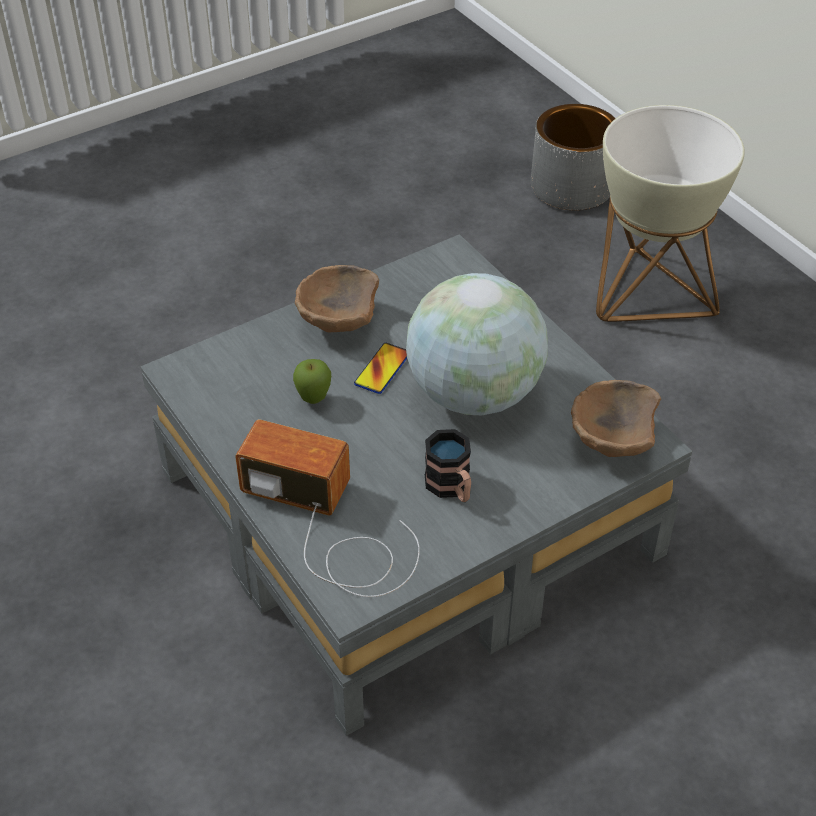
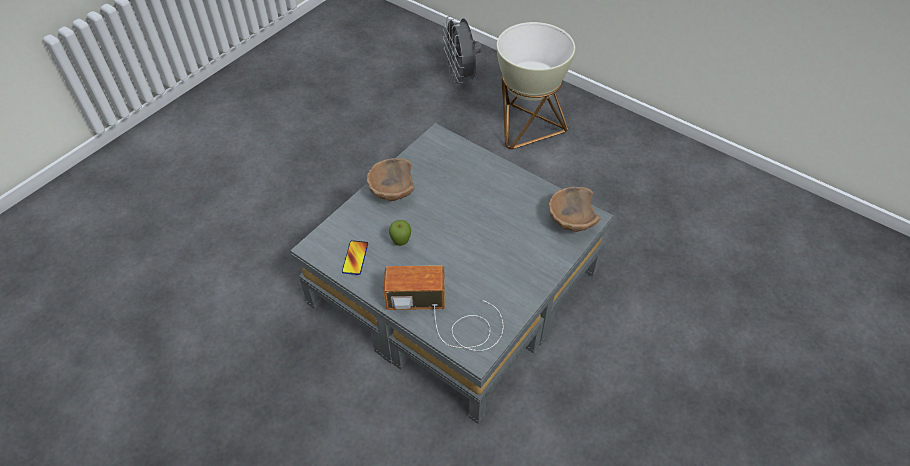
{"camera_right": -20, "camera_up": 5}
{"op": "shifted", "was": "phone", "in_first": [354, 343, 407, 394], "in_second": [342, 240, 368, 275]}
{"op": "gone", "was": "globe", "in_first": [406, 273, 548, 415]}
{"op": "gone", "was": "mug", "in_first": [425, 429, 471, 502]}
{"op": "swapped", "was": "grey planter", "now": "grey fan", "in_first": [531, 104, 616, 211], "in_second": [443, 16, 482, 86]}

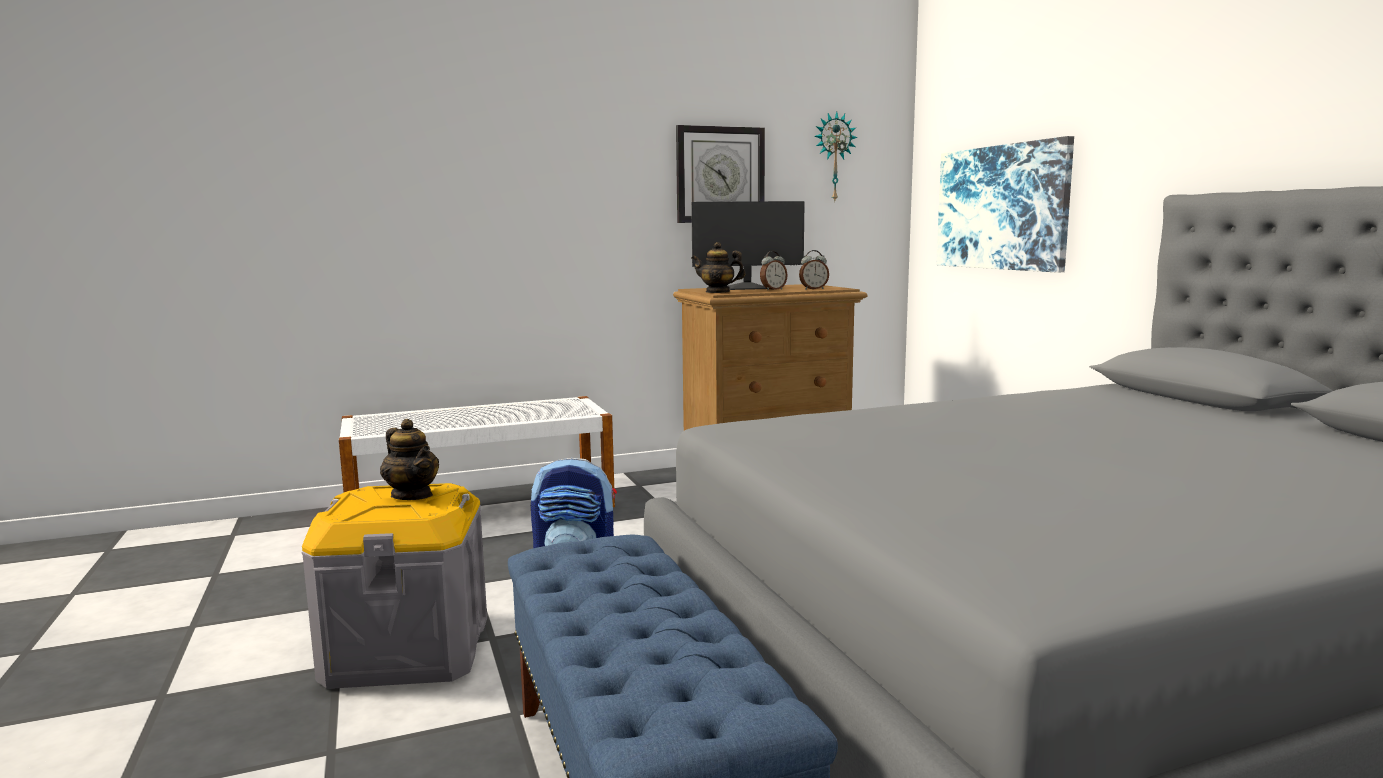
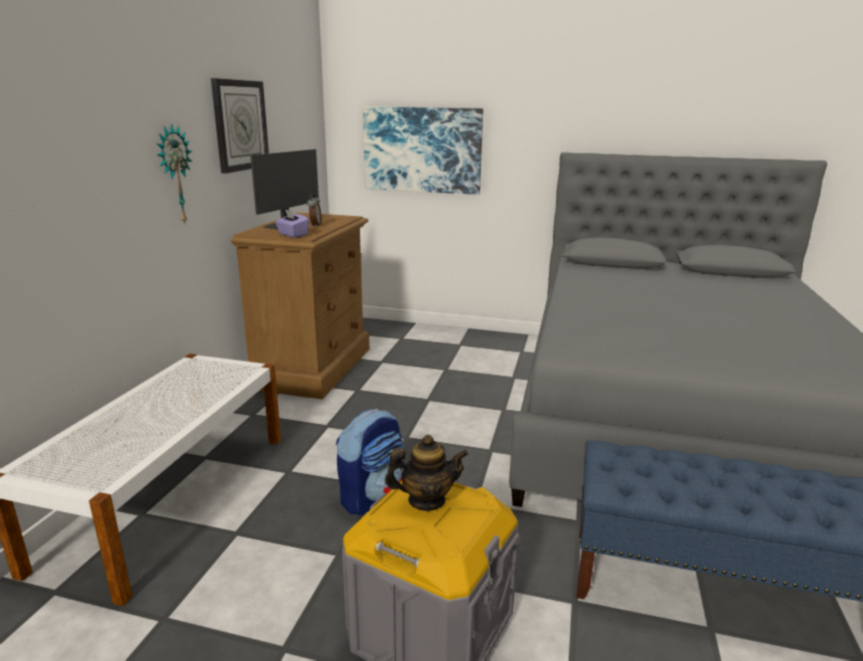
{"camera_right": -55, "camera_up": 10}
{"op": "swapped", "was": "teapot", "now": "purple tissue box", "in_first": [692, 242, 745, 293], "in_second": [275, 209, 309, 238]}
{"op": "gone", "was": "alarm clock", "in_first": [799, 250, 829, 289]}
{"op": "shifted", "was": "wall clock", "in_first": [815, 112, 857, 203], "in_second": [156, 124, 192, 224]}

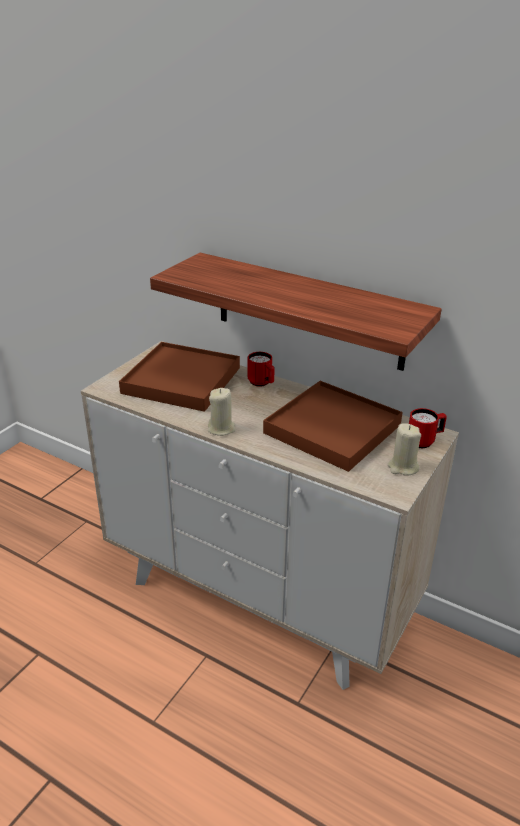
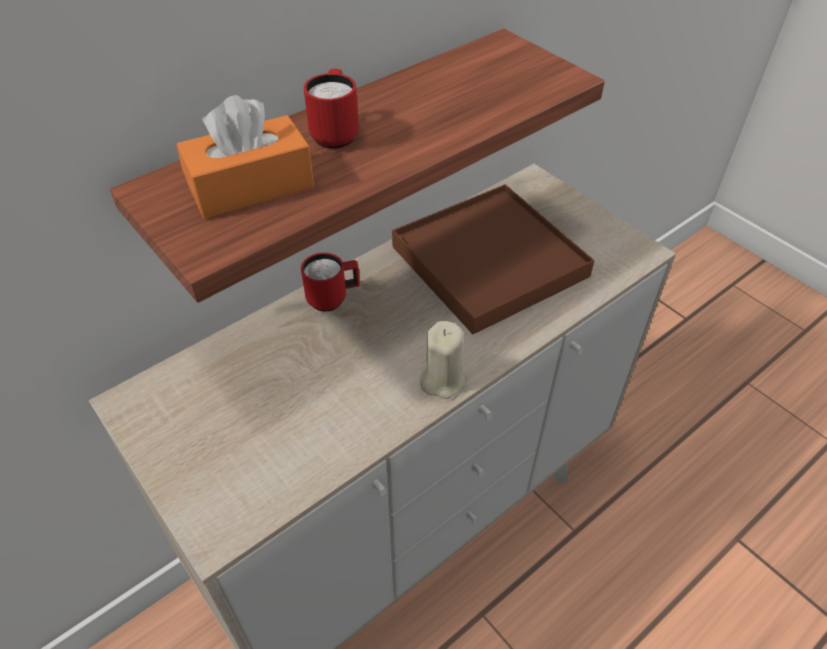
{"camera_right": -70, "camera_up": 15}
{"op": "gone", "was": "brown tray", "in_first": [119, 342, 240, 412]}
{"op": "gone", "was": "beige candle", "in_first": [388, 423, 421, 476]}
{"op": "shifted", "was": "red mug", "in_first": [409, 408, 447, 448], "in_second": [304, 69, 359, 149]}
{"op": "new", "now": "orange tissue box", "in_second": [176, 95, 314, 219]}

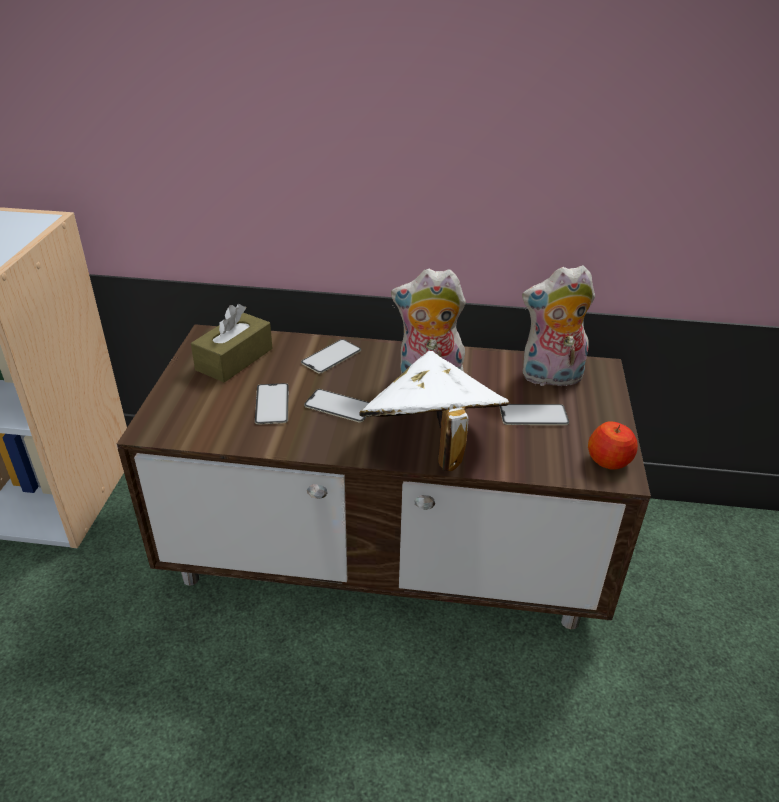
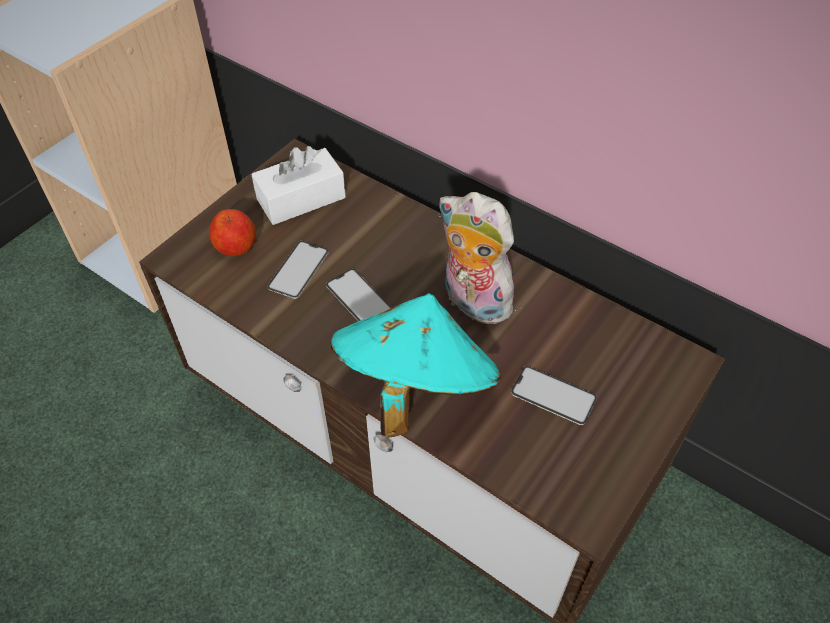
{"camera_right": 30, "camera_up": 15}
{"op": "repainted", "was": "brown tissue box", "now": "white tissue box", "in_first": [191, 304, 273, 383], "in_second": [251, 146, 346, 225]}
{"op": "gone", "was": "phone", "in_first": [301, 339, 361, 374]}
{"op": "repainted", "was": "white hat", "now": "turquoise hat", "in_first": [359, 351, 509, 471], "in_second": [331, 293, 501, 437]}
{"op": "gone", "was": "plush toy", "in_first": [522, 265, 595, 386]}
{"op": "shifted", "was": "apple", "in_first": [588, 421, 638, 470], "in_second": [209, 209, 256, 256]}

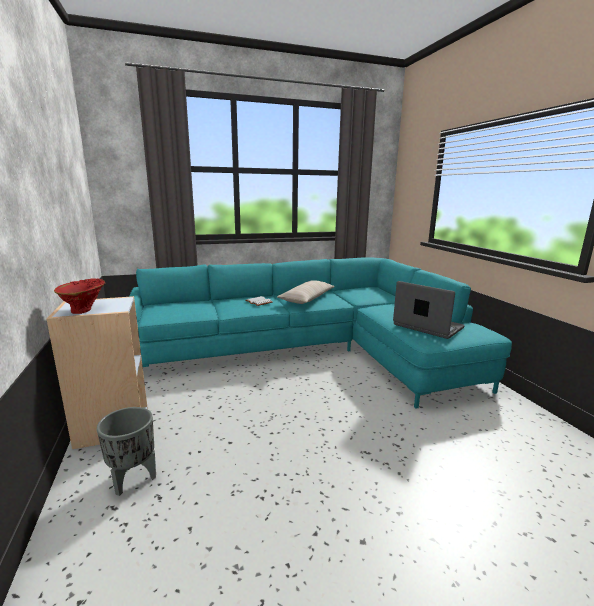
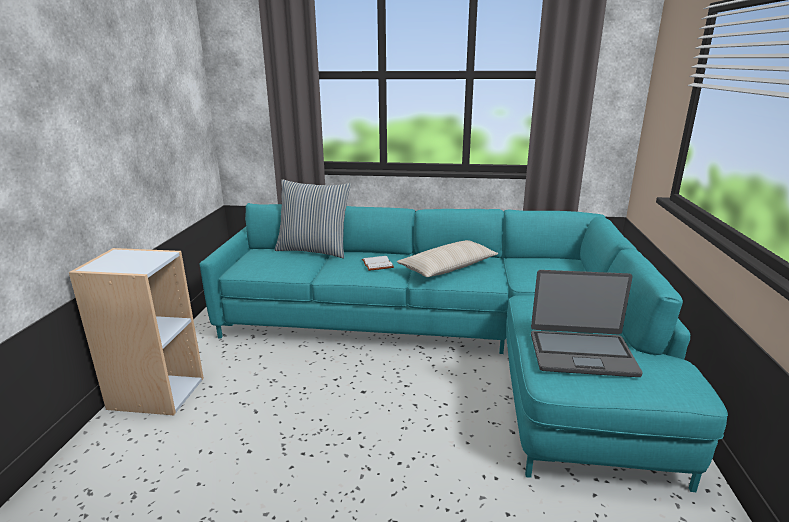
{"camera_right": 25, "camera_up": 5}
{"op": "gone", "was": "red vase", "in_first": [54, 278, 105, 314]}
{"op": "gone", "was": "grey planter", "in_first": [97, 407, 156, 496]}
{"op": "rotated", "was": "laptop", "in_first": [393, 281, 465, 339], "in_second": [531, 270, 643, 377], "clockwise": 120}
{"op": "new", "now": "pillow", "in_second": [275, 179, 351, 258]}

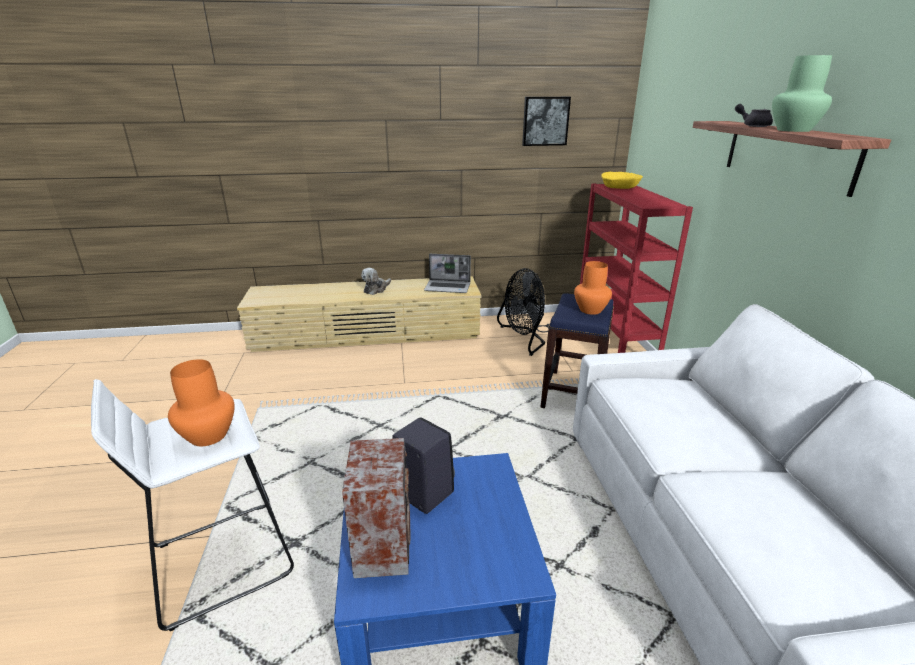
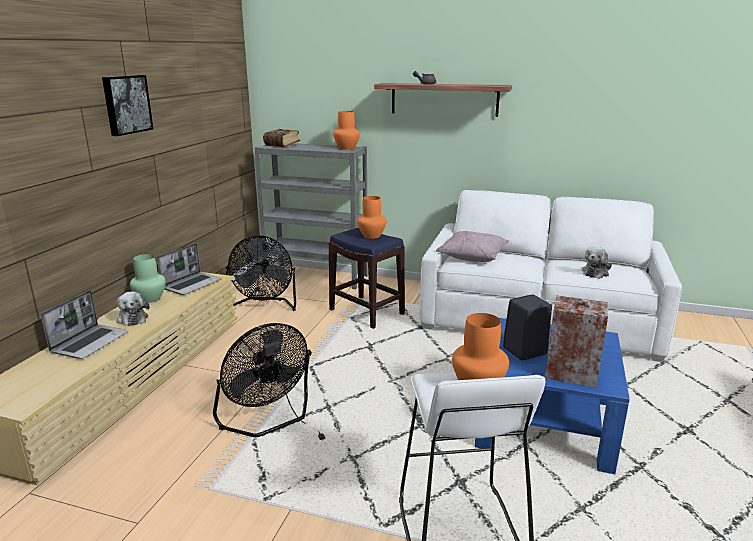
{"camera_right": -65, "camera_up": -5}
{"op": "shifted", "was": "picture", "in_first": [522, 97, 571, 146], "in_second": [102, 75, 153, 136]}
{"op": "repainted", "was": "red bookcase", "now": "grey bookcase", "in_first": [580, 184, 693, 353], "in_second": [255, 143, 368, 289]}
{"op": "swapped", "was": "yellow bowl", "now": "book", "in_first": [601, 172, 643, 189], "in_second": [263, 129, 300, 147]}
{"op": "shifted", "was": "green vase", "in_first": [772, 55, 832, 132], "in_second": [130, 254, 166, 303]}
{"op": "new", "now": "laptop", "in_second": [41, 290, 128, 359]}
{"op": "new", "now": "black fan", "in_second": [213, 323, 325, 441]}
{"op": "new", "now": "orange vase", "in_second": [333, 111, 360, 149]}
{"op": "new", "now": "purple pillow", "in_second": [436, 231, 509, 262]}
{"op": "new", "now": "plush toy", "in_second": [582, 247, 612, 279]}

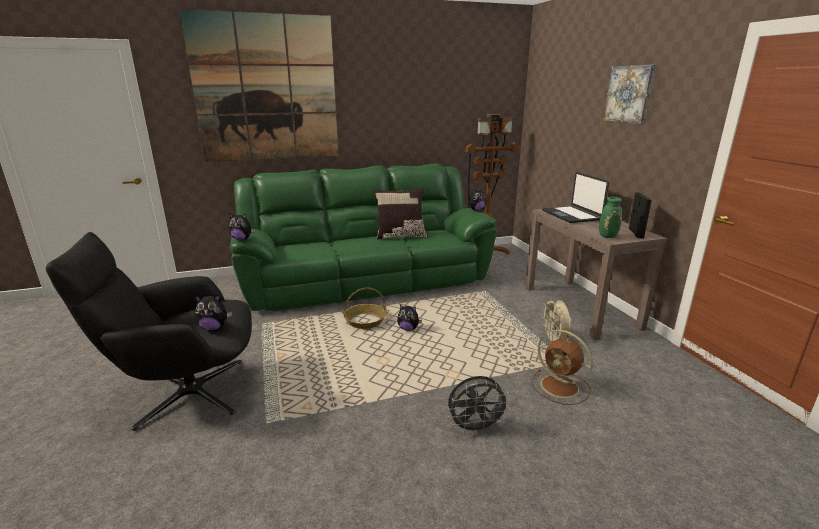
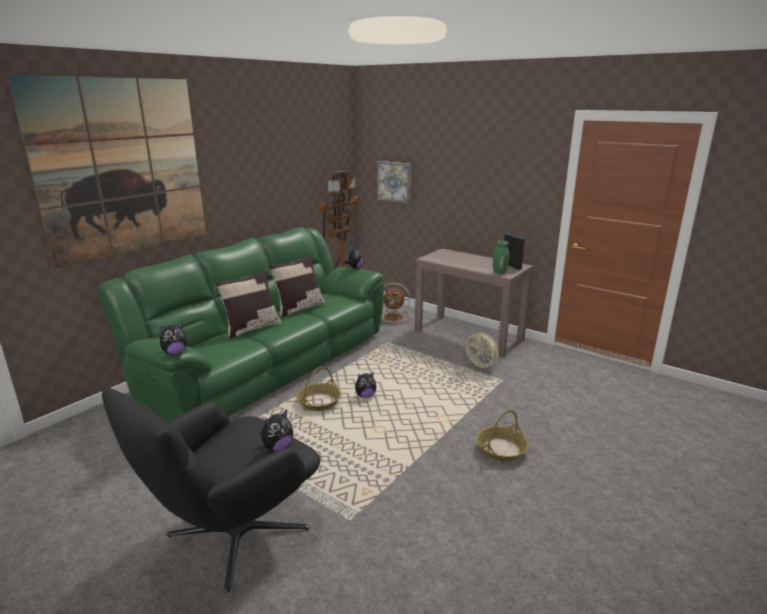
{"camera_right": -35, "camera_up": 0}
{"op": "swapped", "was": "grey fan", "now": "basket", "in_first": [448, 376, 511, 435], "in_second": [476, 410, 529, 462]}
{"op": "shifted", "was": "brown fan", "in_first": [532, 330, 593, 405], "in_second": [381, 283, 410, 324]}
{"op": "gone", "was": "laptop", "in_first": [542, 172, 609, 223]}
{"op": "shifted", "was": "picture", "in_first": [604, 65, 656, 124], "in_second": [377, 161, 411, 204]}
{"op": "new", "now": "pillow", "in_second": [215, 270, 281, 339]}

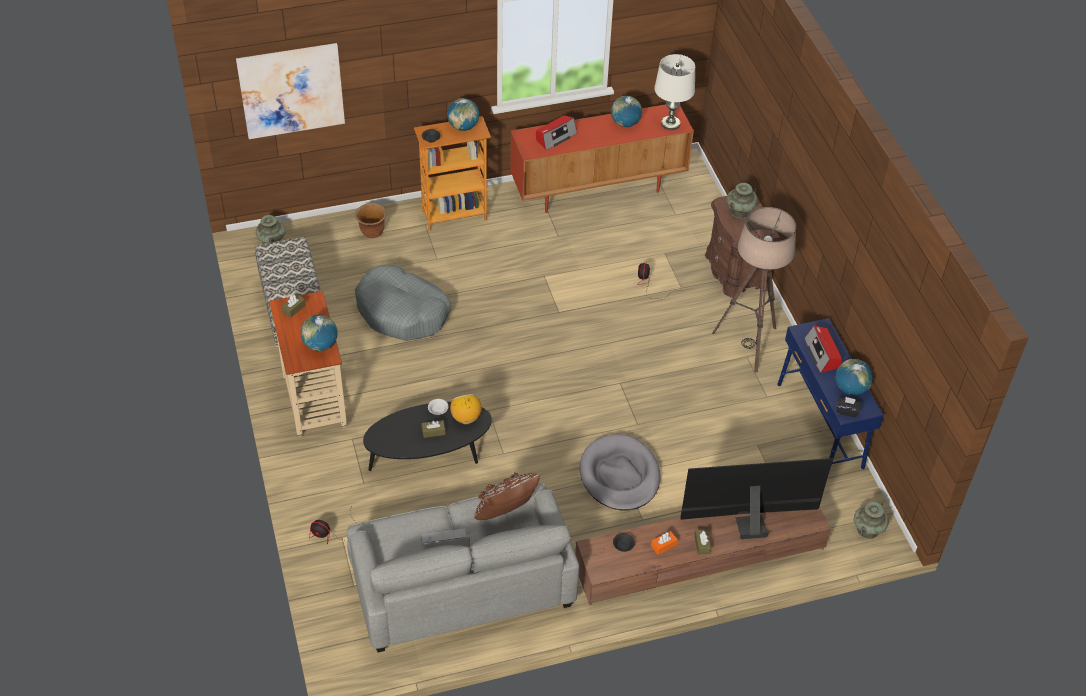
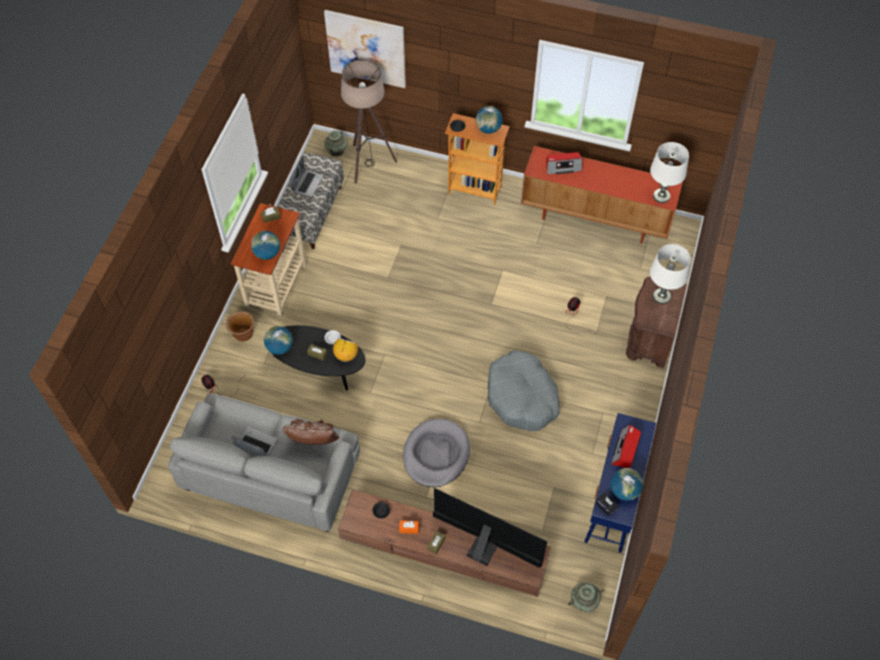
{"camera_right": 35, "camera_up": 10}
{"op": "shifted", "was": "brown planter", "in_first": [355, 203, 387, 238], "in_second": [226, 311, 254, 342]}
{"op": "shifted", "was": "grey dog bed", "in_first": [355, 265, 451, 341], "in_second": [488, 350, 560, 431]}
{"op": "shifted", "was": "globe", "in_first": [611, 96, 642, 127], "in_second": [264, 326, 293, 355]}
{"op": "shifted", "was": "floor lamp", "in_first": [712, 207, 796, 372], "in_second": [341, 59, 397, 183]}
{"op": "swapped", "was": "turquoise vase", "now": "white table lamp", "in_first": [727, 183, 758, 218], "in_second": [650, 244, 691, 304]}
{"op": "new", "now": "laptop", "in_second": [290, 156, 324, 197]}

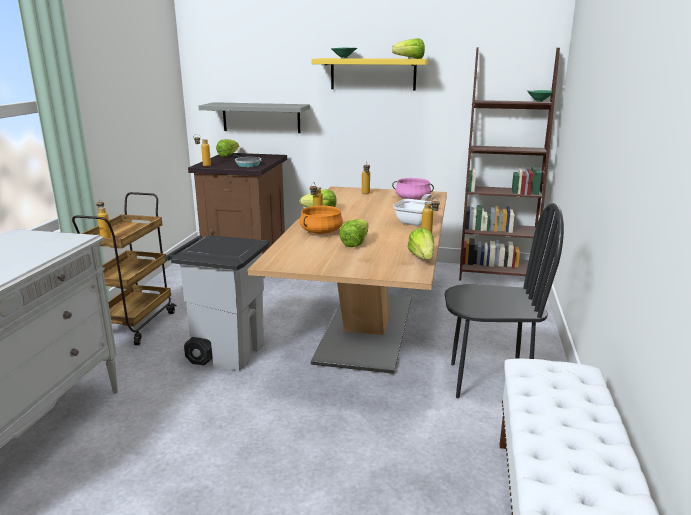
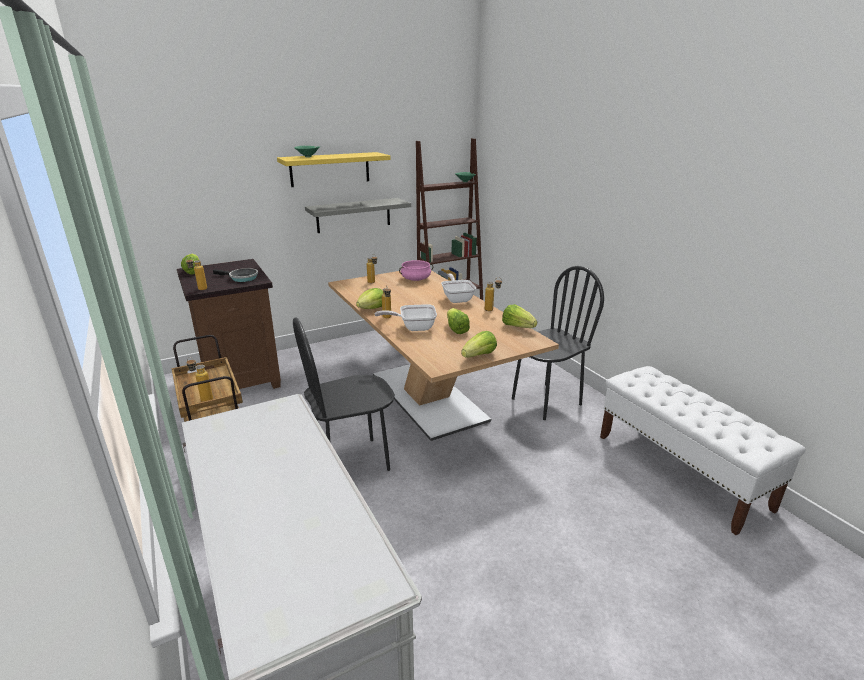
{"camera_right": -40, "camera_up": 5}
{"op": "swapped", "was": "grey trash can", "now": "black chair", "in_first": [165, 235, 269, 371], "in_second": [293, 318, 395, 471]}
{"op": "shifted", "was": "grey shelf", "in_first": [199, 102, 310, 133], "in_second": [305, 198, 411, 233]}
{"op": "swapped", "was": "orange cooking pot", "now": "frying pan", "in_first": [300, 206, 343, 234], "in_second": [375, 304, 437, 331]}
{"op": "shifted", "was": "lettuce", "in_first": [392, 38, 425, 59], "in_second": [461, 331, 497, 358]}

